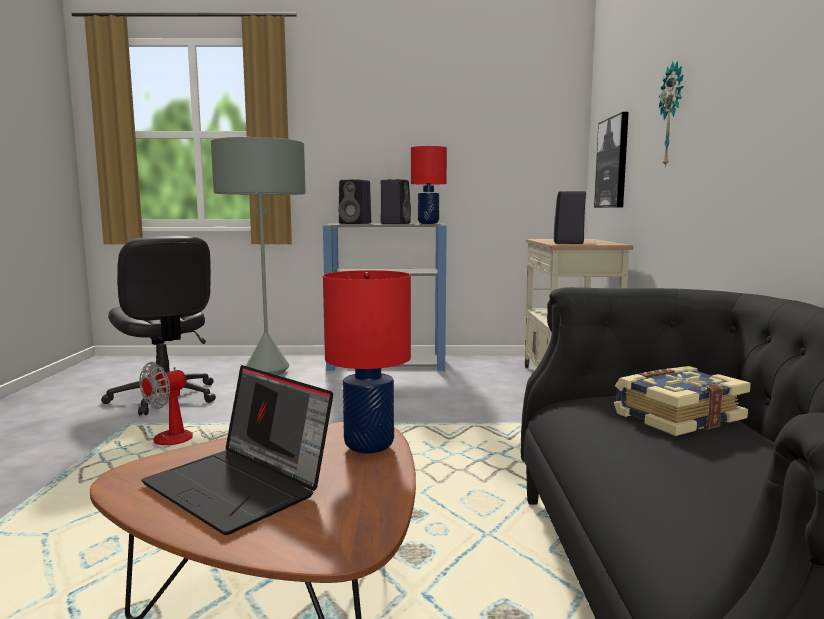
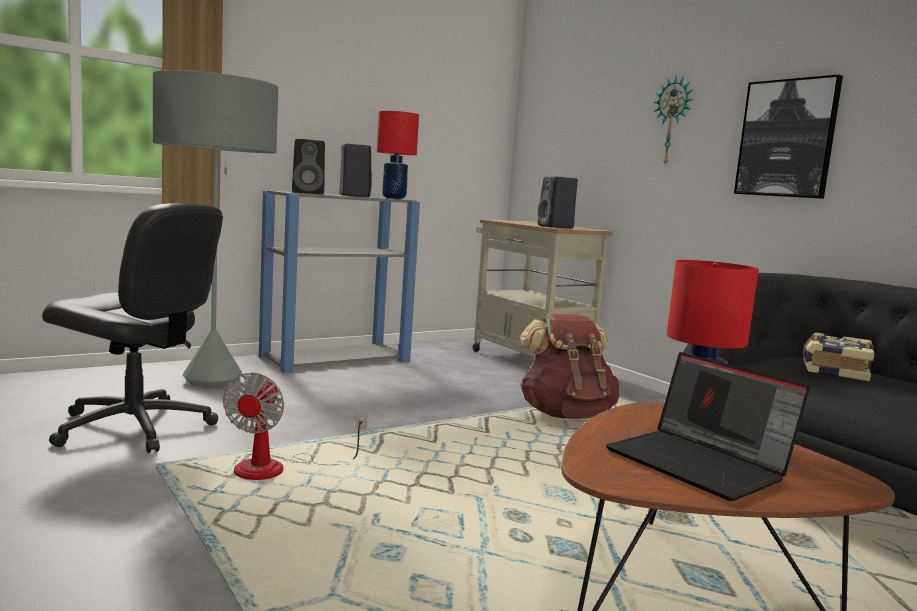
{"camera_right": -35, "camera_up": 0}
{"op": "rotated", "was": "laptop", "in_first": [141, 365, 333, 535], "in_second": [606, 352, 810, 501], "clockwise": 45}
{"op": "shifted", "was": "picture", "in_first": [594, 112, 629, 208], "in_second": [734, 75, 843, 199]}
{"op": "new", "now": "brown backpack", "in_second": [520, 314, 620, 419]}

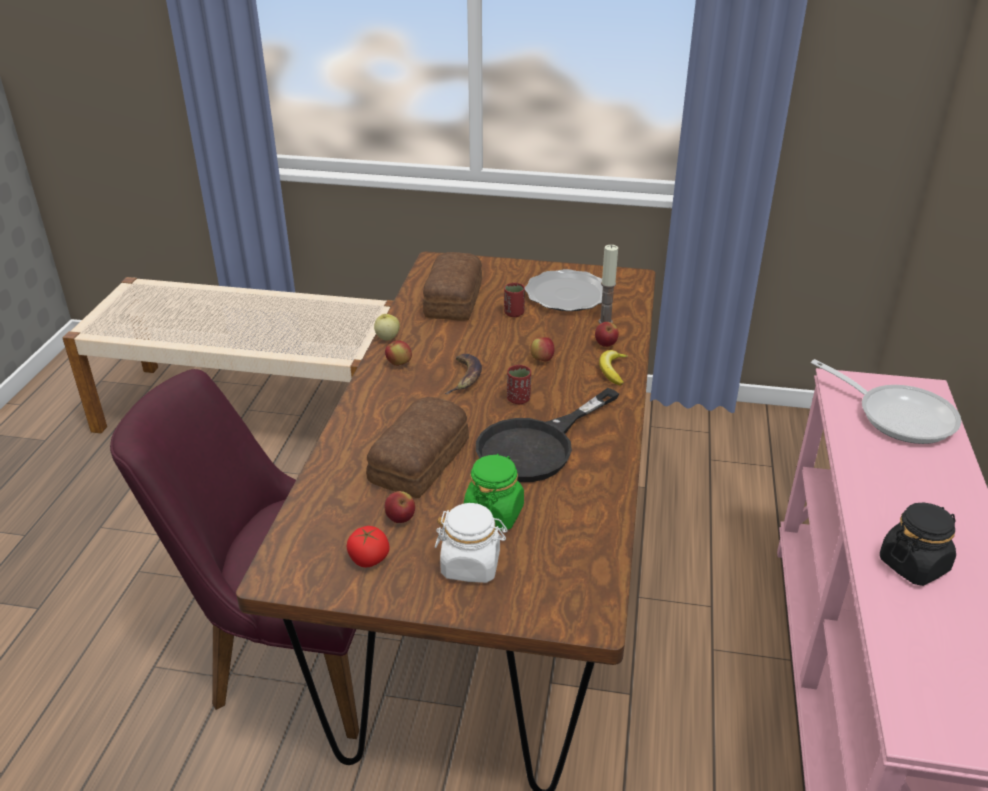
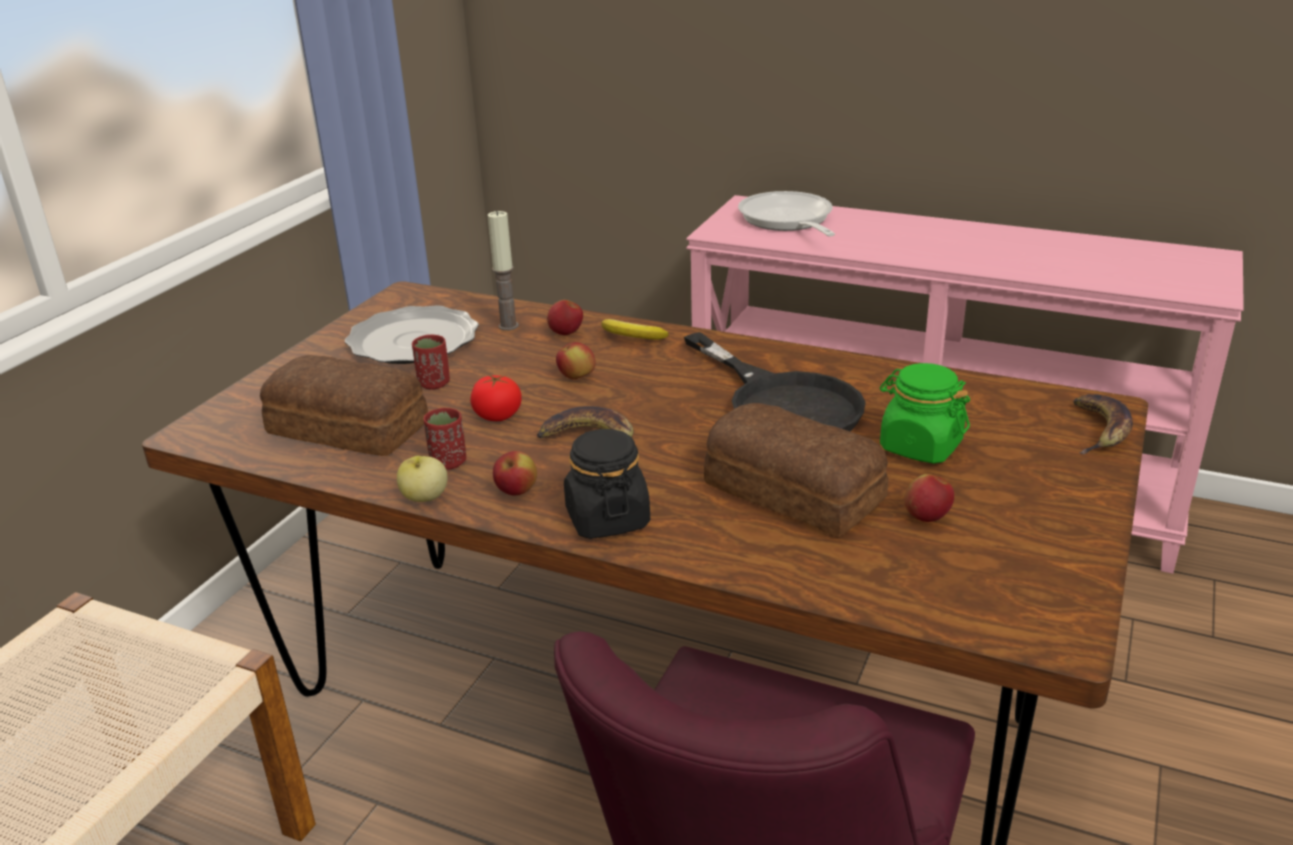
{"camera_right": -75, "camera_up": -5}
{"op": "shifted", "was": "tomato", "in_first": [347, 526, 390, 567], "in_second": [470, 375, 522, 421]}
{"op": "gone", "was": "white jar", "in_first": [435, 503, 508, 583]}
{"op": "shifted", "was": "red cup", "in_first": [507, 365, 531, 404], "in_second": [423, 408, 466, 470]}
{"op": "rotated", "was": "frying pan", "in_first": [811, 359, 961, 444], "in_second": [738, 191, 835, 237], "clockwise": -75}
{"op": "shifted", "was": "black jar", "in_first": [880, 502, 956, 586], "in_second": [564, 429, 650, 539]}
{"op": "new", "now": "banana", "in_second": [1073, 394, 1133, 454]}

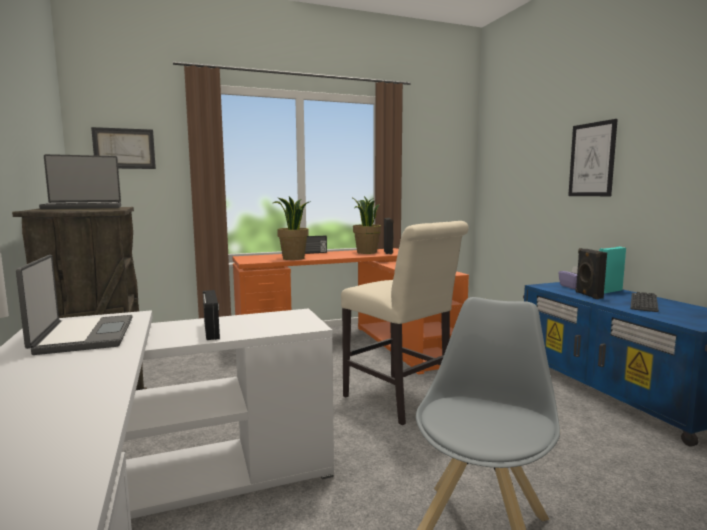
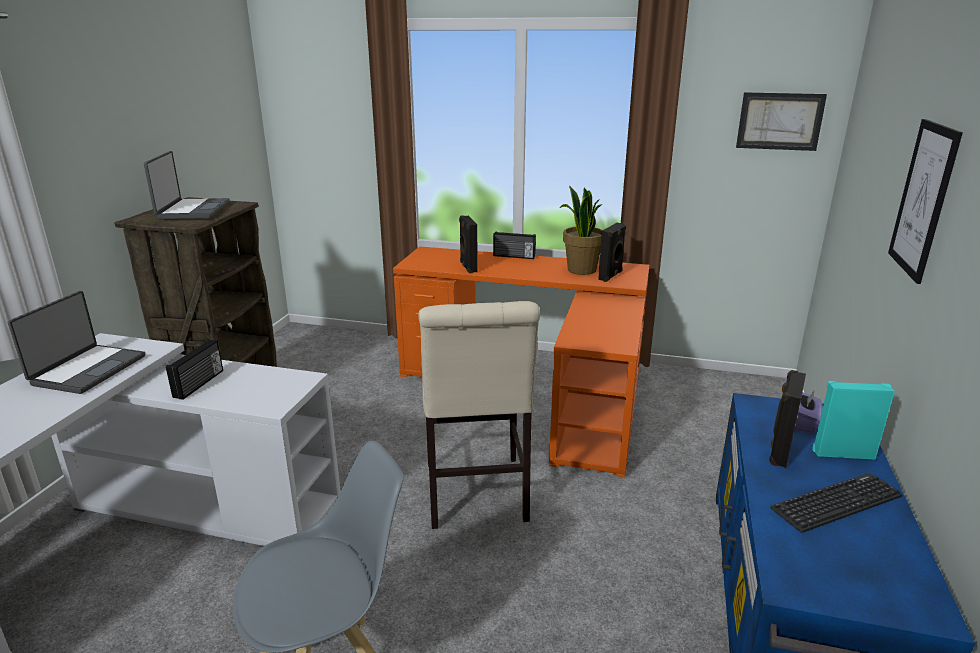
{"camera_right": 35, "camera_up": 15}
{"op": "rotated", "was": "laptop", "in_first": [39, 154, 121, 209], "in_second": [144, 151, 230, 219], "clockwise": -105}
{"op": "shifted", "was": "picture", "in_first": [91, 127, 156, 169], "in_second": [736, 92, 827, 151]}
{"op": "swapped", "was": "potted plant", "now": "black speaker", "in_first": [273, 197, 311, 260], "in_second": [459, 215, 478, 273]}

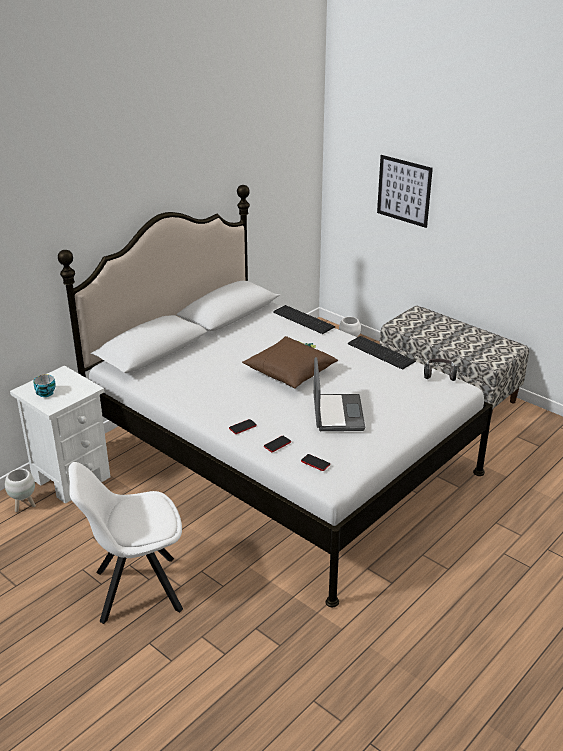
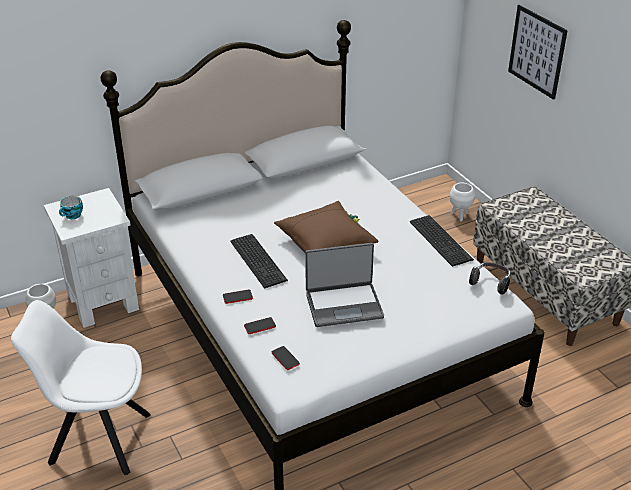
{"camera_right": 20, "camera_up": 5}
{"op": "shifted", "was": "keyboard", "in_first": [273, 305, 336, 334], "in_second": [230, 234, 288, 288]}
{"op": "rotated", "was": "laptop", "in_first": [314, 357, 365, 431], "in_second": [305, 243, 384, 327], "clockwise": 60}

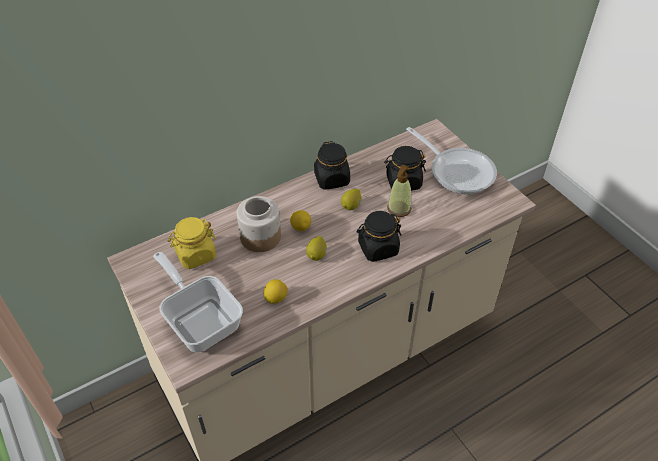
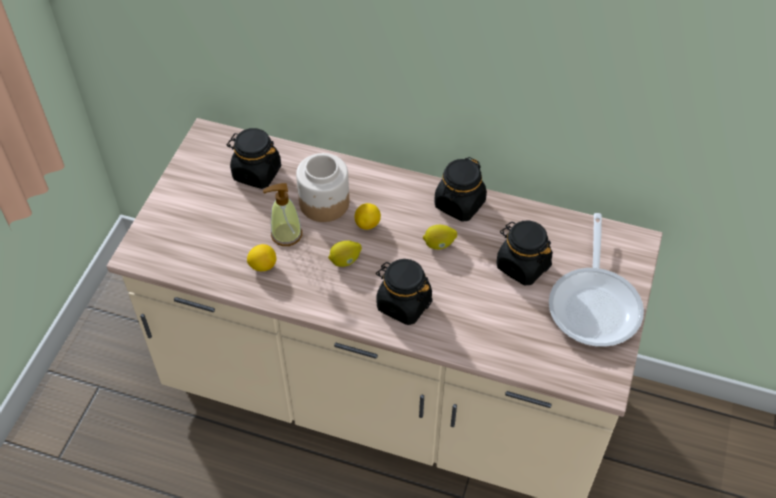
{"camera_right": 50, "camera_up": 5}
{"op": "gone", "was": "frying pan", "in_first": [153, 252, 243, 353]}
{"op": "repainted", "was": "yellow jar", "now": "black jar", "in_first": [168, 217, 216, 269], "in_second": [227, 128, 281, 189]}
{"op": "shifted", "was": "soap dispenser", "in_first": [387, 164, 412, 217], "in_second": [263, 183, 302, 246]}

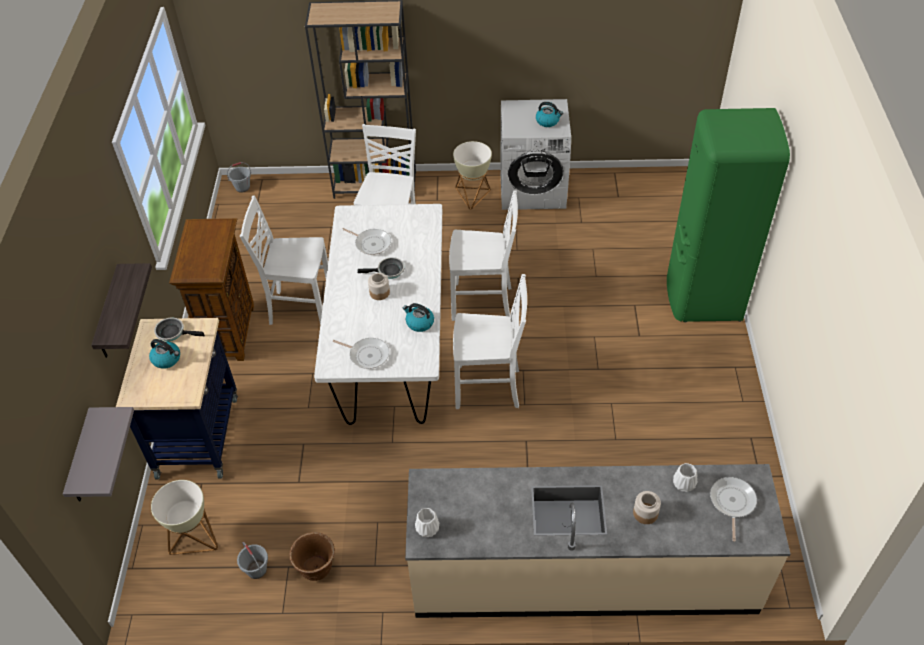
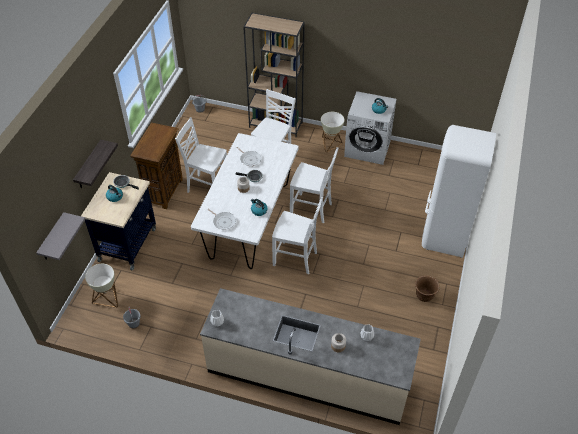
{"camera_right": 15, "camera_up": 0}
{"op": "shifted", "was": "brown planter", "in_first": [289, 532, 335, 581], "in_second": [415, 275, 440, 302]}
{"op": "repainted", "was": "green fridge", "now": "white fridge", "in_first": [667, 108, 790, 323], "in_second": [422, 125, 496, 258]}
{"op": "gone", "was": "frying pan", "in_first": [710, 477, 757, 542]}

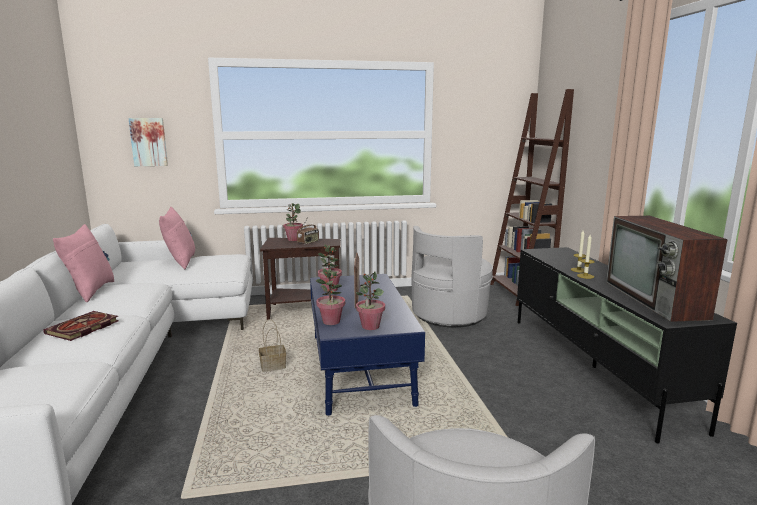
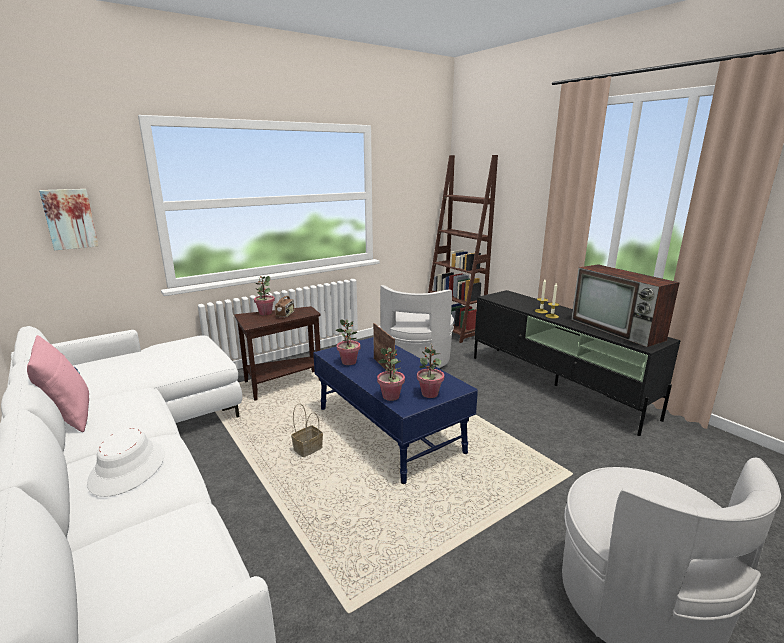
{"camera_right": -25, "camera_up": 5}
{"op": "swapped", "was": "book", "now": "white hat", "in_first": [43, 311, 119, 341], "in_second": [87, 428, 165, 497]}
{"op": "gone", "was": "pink pillow", "in_first": [159, 207, 195, 269]}

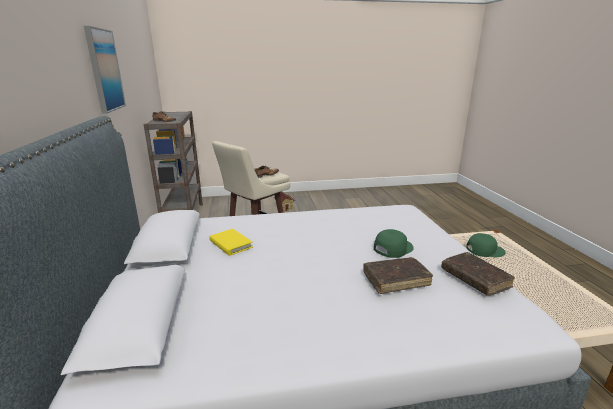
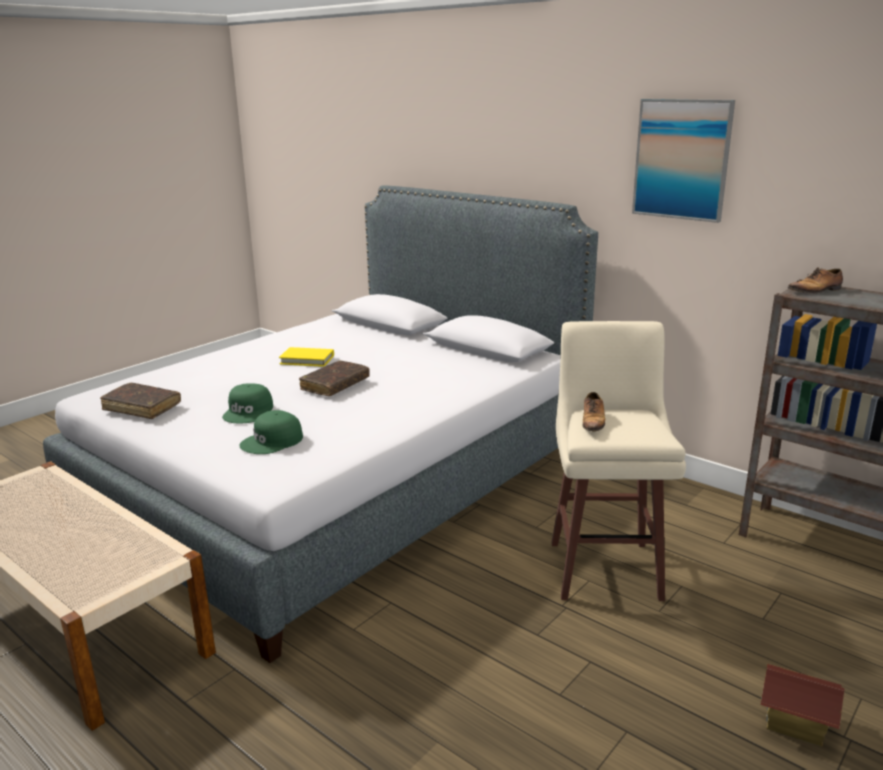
{"camera_right": 140, "camera_up": 0}
{"op": "shifted", "was": "yellow book", "in_first": [209, 229, 253, 256], "in_second": [279, 347, 334, 367]}
{"op": "shifted", "was": "brown book", "in_first": [363, 257, 433, 294], "in_second": [299, 360, 370, 396]}
{"op": "shifted", "was": "green cap", "in_first": [466, 233, 506, 257], "in_second": [239, 410, 303, 454]}

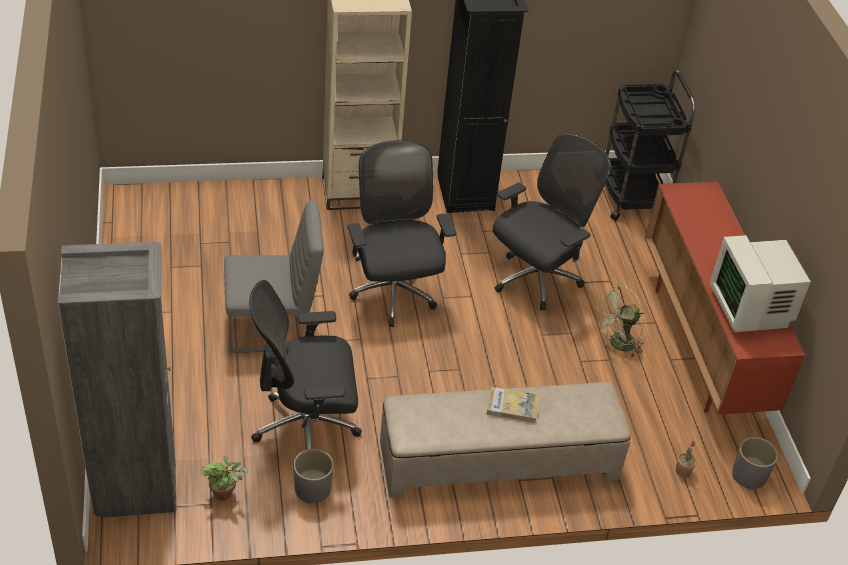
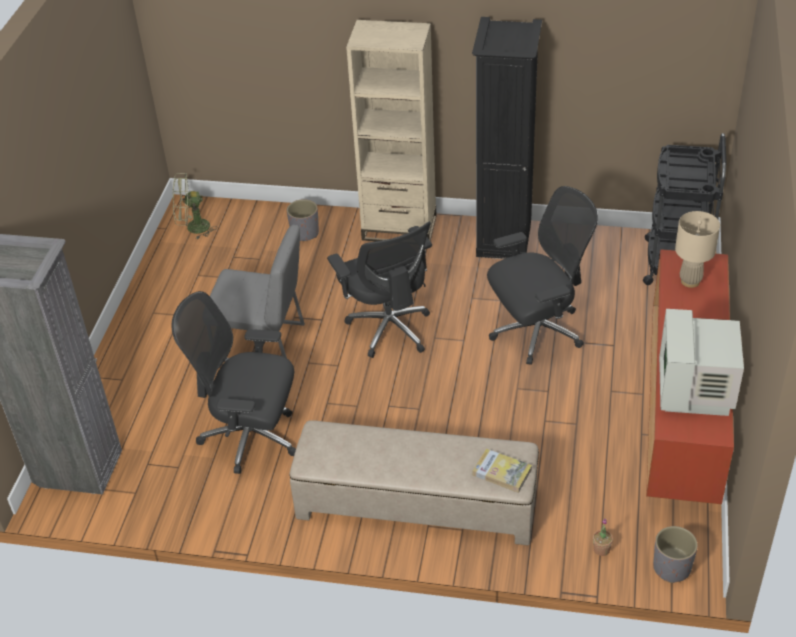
{"camera_right": 25, "camera_up": 0}
{"op": "gone", "was": "potted plant", "in_first": [201, 455, 249, 501]}
{"op": "shifted", "was": "grey planter", "in_first": [293, 449, 334, 504], "in_second": [287, 199, 319, 241]}
{"op": "rotated", "was": "office chair", "in_first": [348, 140, 457, 327], "in_second": [327, 221, 432, 358], "clockwise": 150}
{"op": "shifted", "was": "book", "in_first": [487, 387, 539, 423], "in_second": [473, 449, 532, 493]}
{"op": "shifted", "was": "green fan", "in_first": [597, 285, 644, 358], "in_second": [173, 173, 217, 239]}
{"op": "new", "now": "beige table lamp", "in_second": [675, 211, 720, 288]}

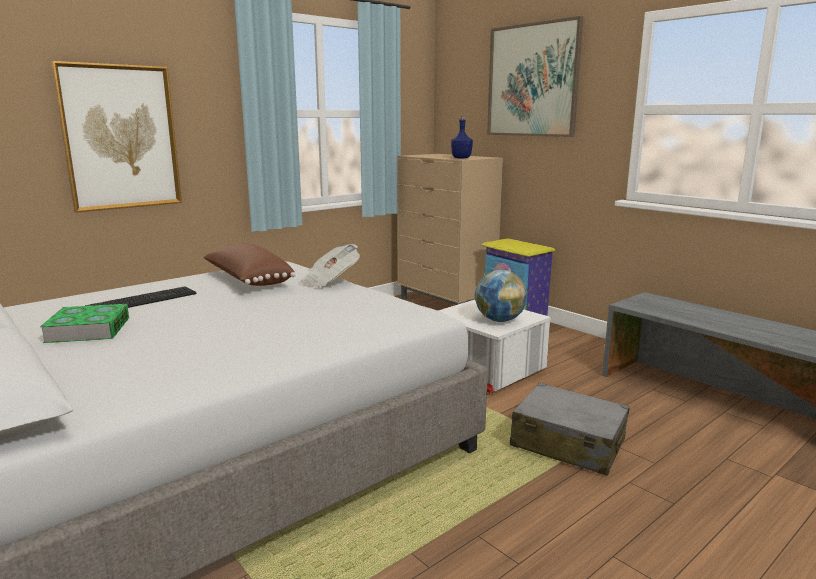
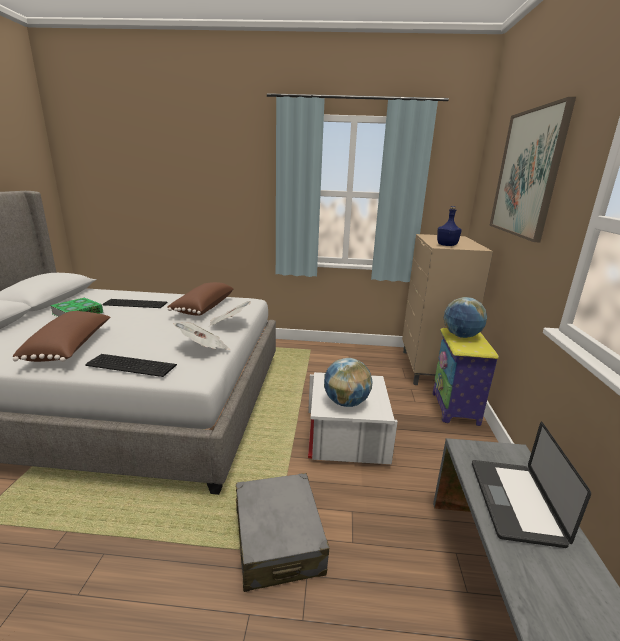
{"camera_right": 45, "camera_up": 5}
{"op": "gone", "was": "picture", "in_first": [51, 61, 182, 213]}
{"op": "new", "now": "brown pillow", "in_second": [13, 311, 111, 362]}
{"op": "new", "now": "keyboard", "in_second": [85, 354, 177, 377]}
{"op": "new", "now": "newspaper", "in_second": [173, 322, 230, 350]}
{"op": "new", "now": "globe", "in_second": [444, 297, 487, 338]}
{"op": "new", "now": "laptop", "in_second": [472, 422, 591, 548]}

